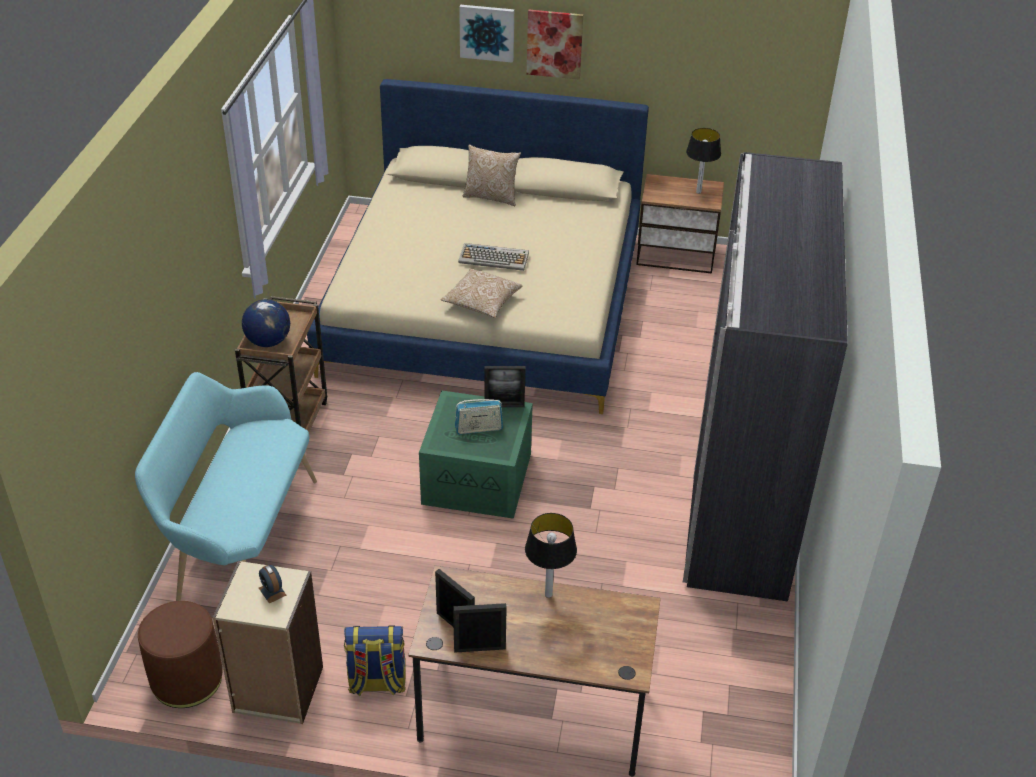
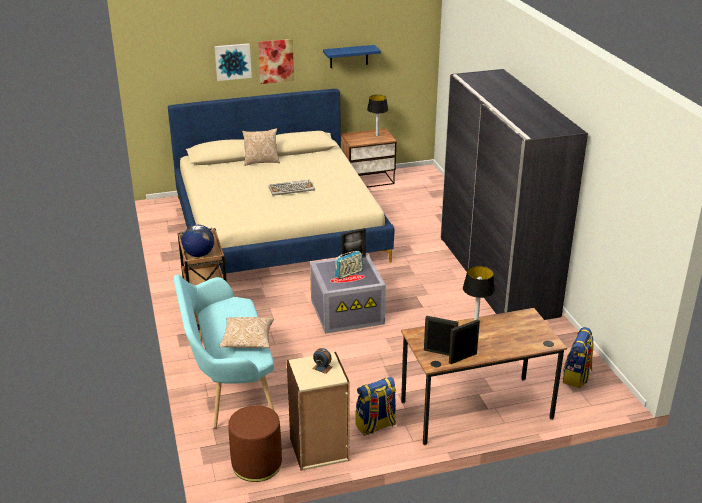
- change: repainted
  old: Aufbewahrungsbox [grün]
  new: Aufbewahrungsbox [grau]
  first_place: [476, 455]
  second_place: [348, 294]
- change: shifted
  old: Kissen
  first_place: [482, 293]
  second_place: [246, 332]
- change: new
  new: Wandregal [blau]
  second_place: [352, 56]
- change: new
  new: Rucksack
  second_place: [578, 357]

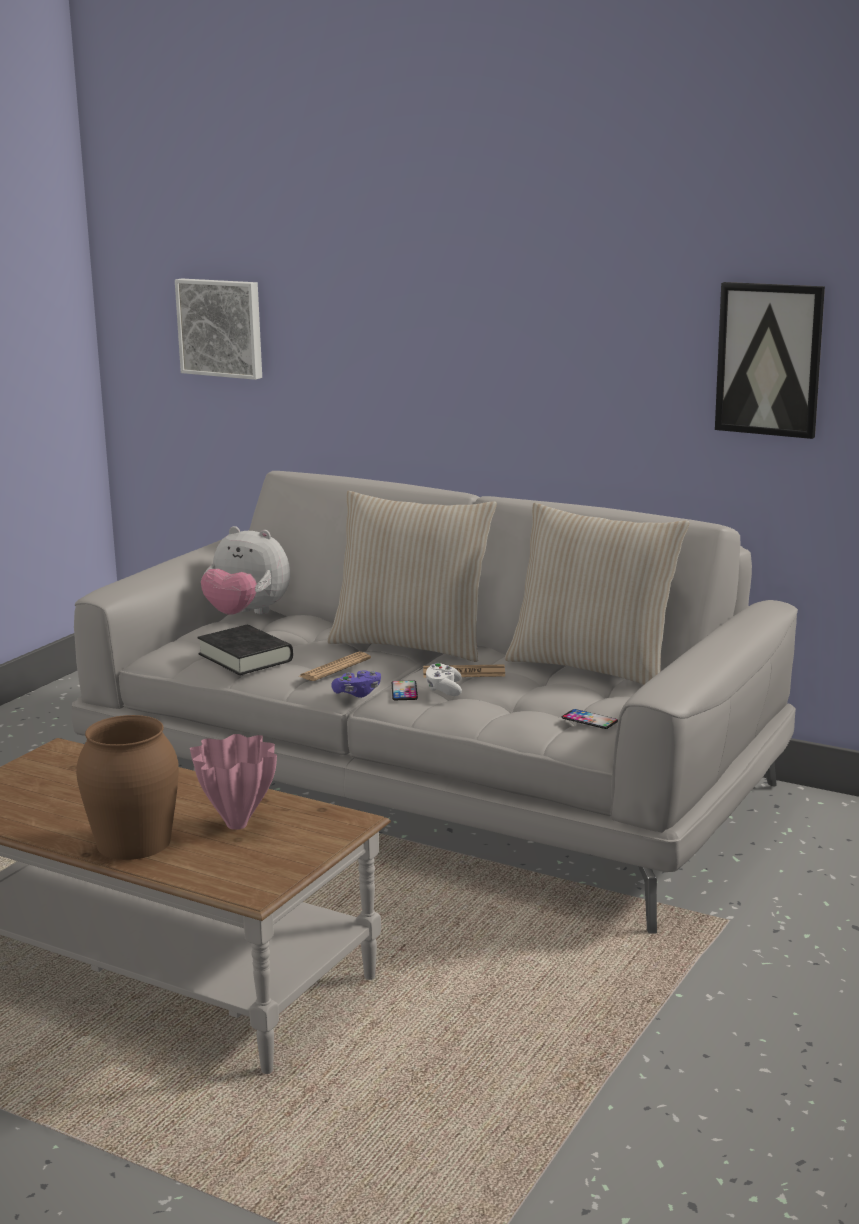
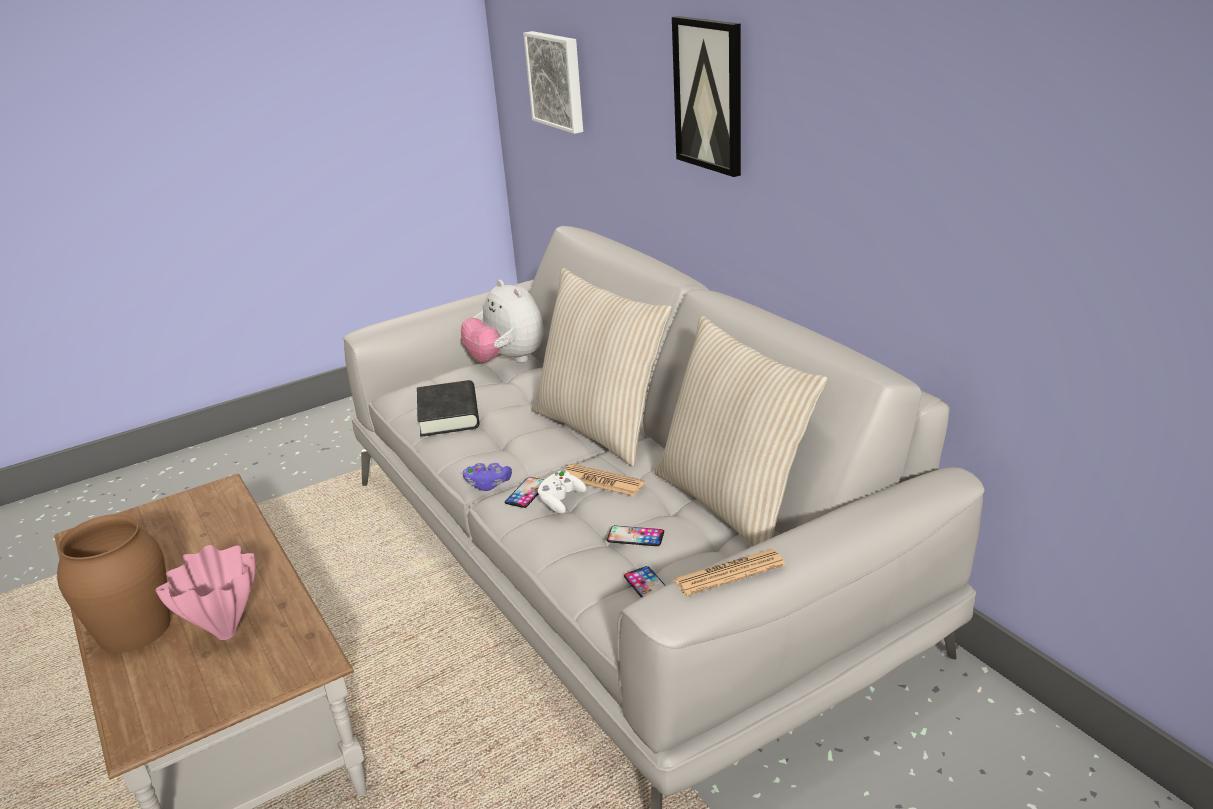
- change: shifted
  old: Zeitung
  first_place: [335, 666]
  second_place: [729, 572]
- change: shifted
  old: Bild
  first_place: [770, 360]
  second_place: [706, 96]
- change: new
  new: Handy
  second_place: [635, 536]

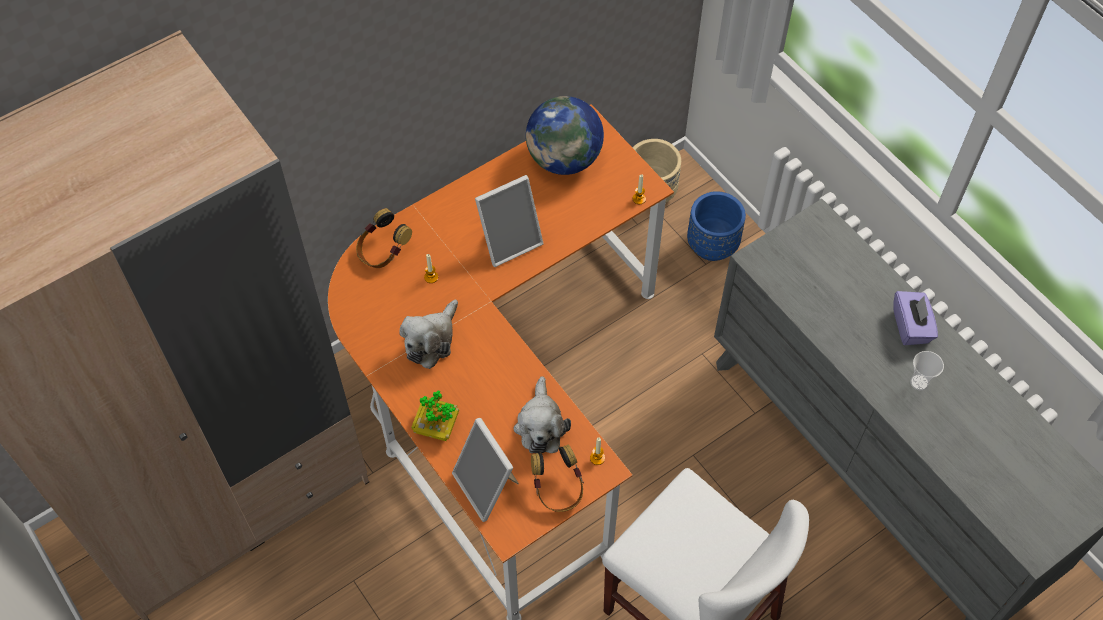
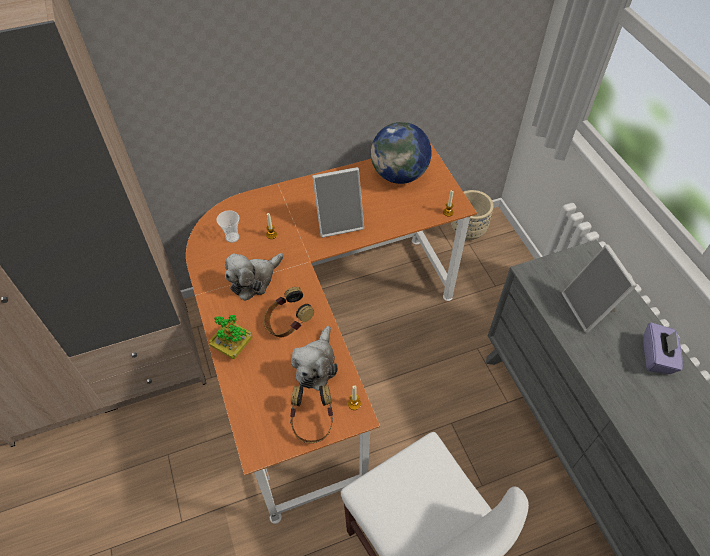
- change: shifted
  old: Kopfhörer
  first_place: [384, 238]
  second_place: [289, 312]
- change: shifted
  old: Bilderrahmen
  first_place: [485, 470]
  second_place: [599, 288]
- change: gone
  old: Pflanzkübel [blau]
  first_place: [716, 226]
- change: shifted
  old: Tasse
  first_place: [927, 371]
  second_place: [227, 226]

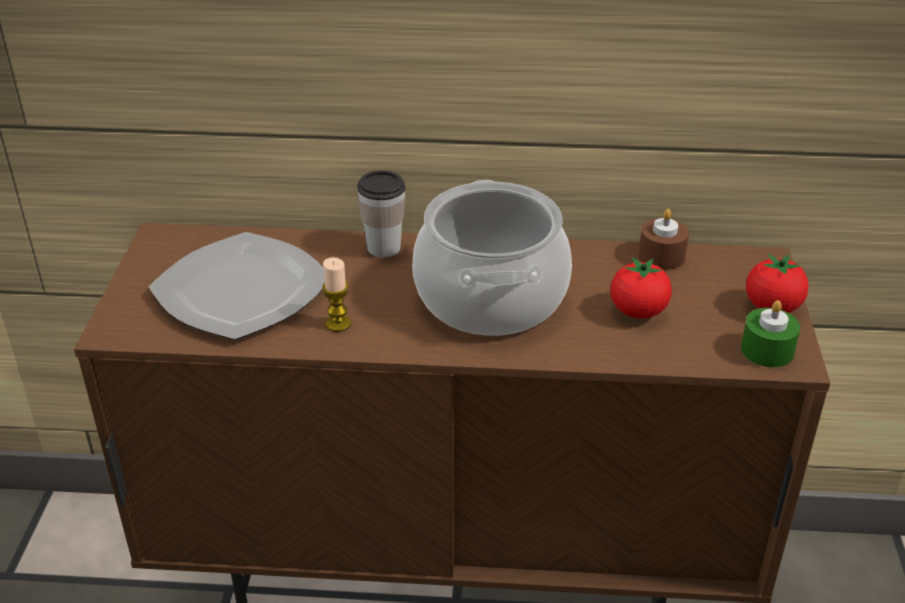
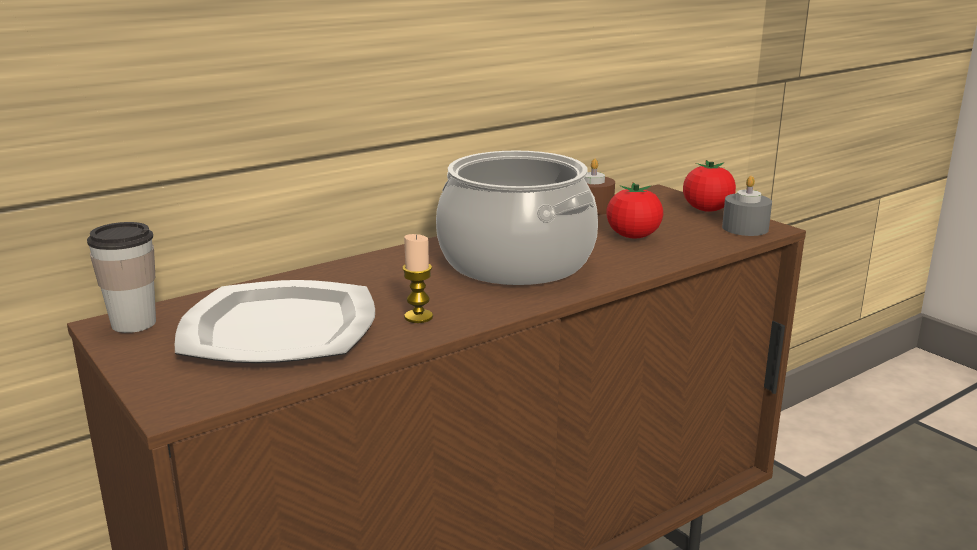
- change: shifted
  old: Tasse
  first_place: [381, 213]
  second_place: [121, 277]
- change: repainted
  old: Kerze [grün]
  new: Kerze [grau]
  first_place: [770, 334]
  second_place: [747, 206]

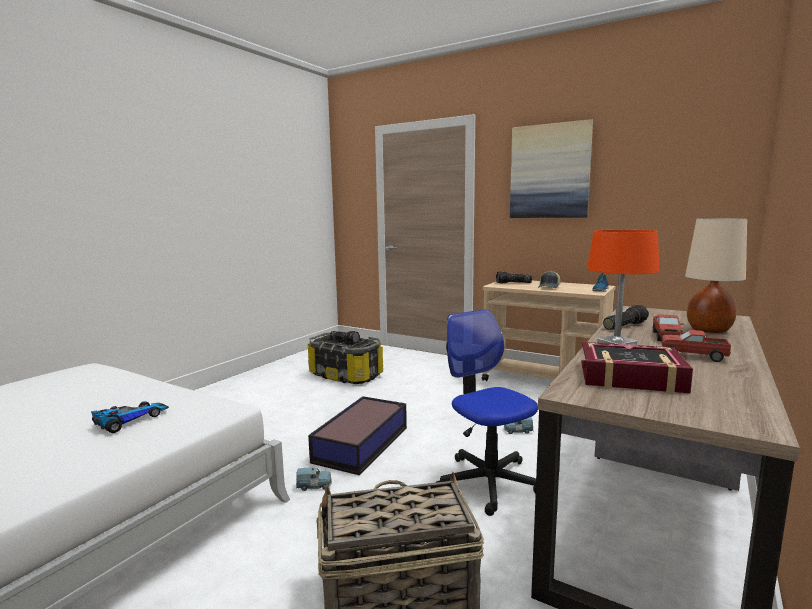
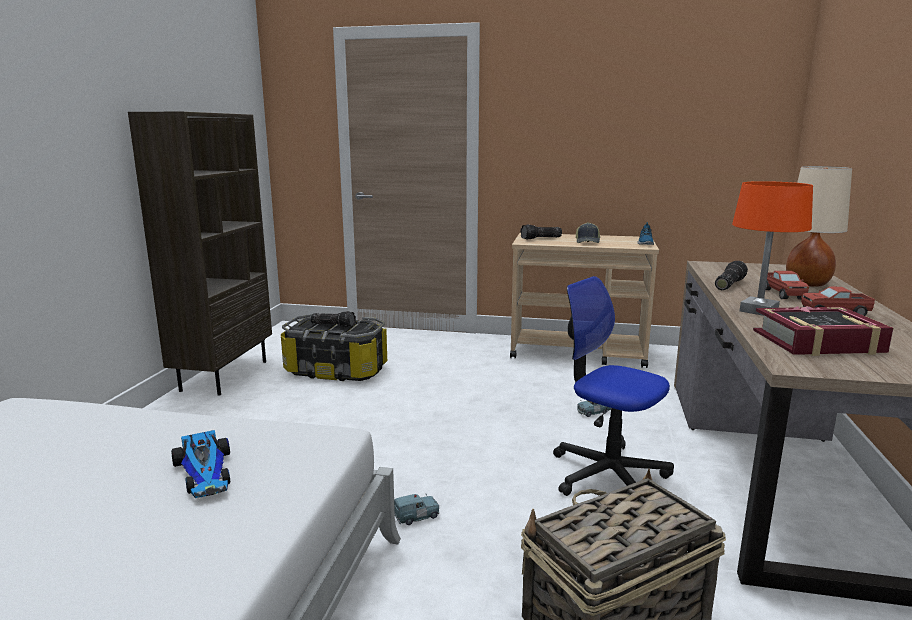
- change: rotated
  old: Spielzeugauto
  first_place: [130, 417]
  second_place: [201, 464]
  degrees: 135
- change: gone
  old: Aufbewahrungsbox
  first_place: [357, 435]
- change: gone
  old: Bild
  first_place: [551, 168]
- change: new
  new: Bücherregal [braun]
  second_place: [200, 254]

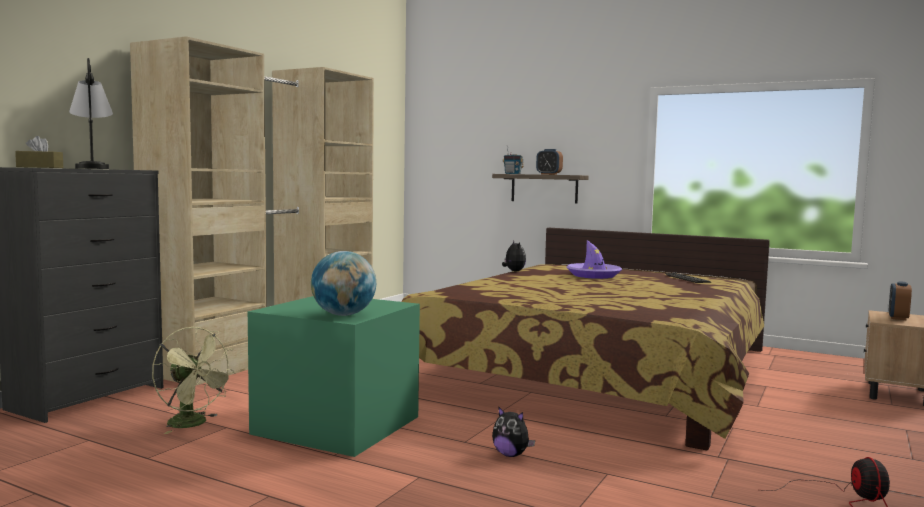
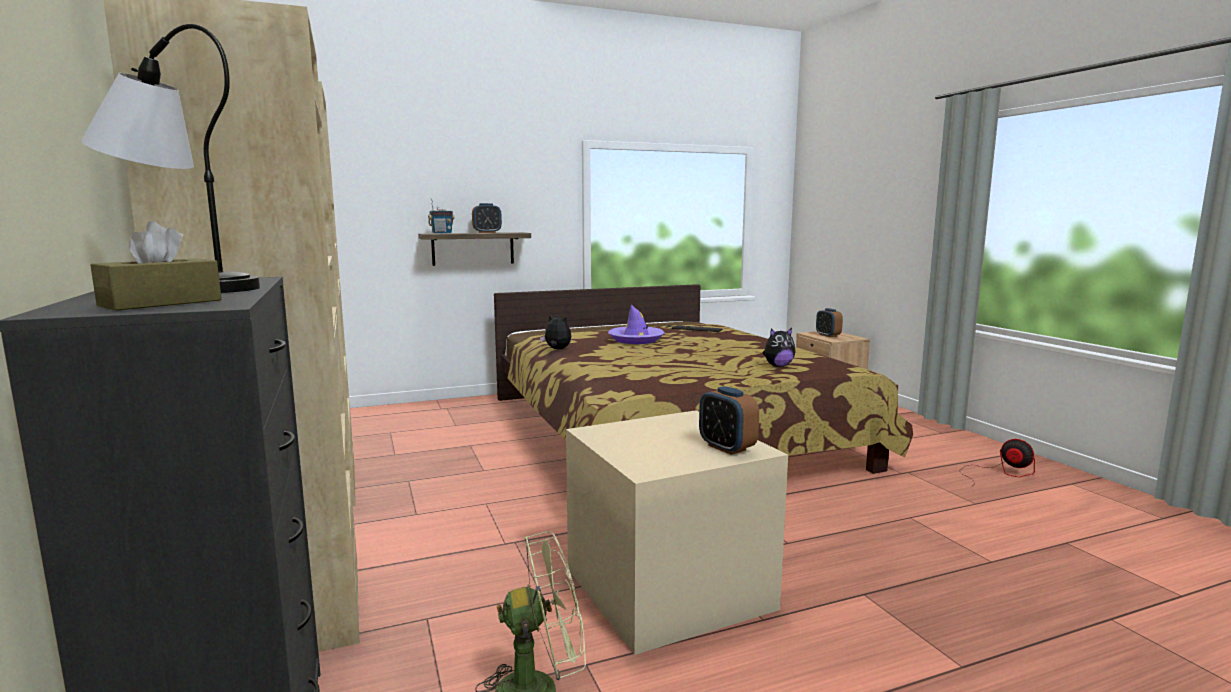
- change: repainted
  old: Aufbewahrungsbox [grün]
  new: Aufbewahrungsbox [beige]
  first_place: [334, 376]
  second_place: [677, 532]
- change: swapped
  old: Globus
  new: Wecker
  first_place: [343, 283]
  second_place: [729, 420]
- change: shifted
  old: Plüschtier
  first_place: [513, 431]
  second_place: [778, 347]

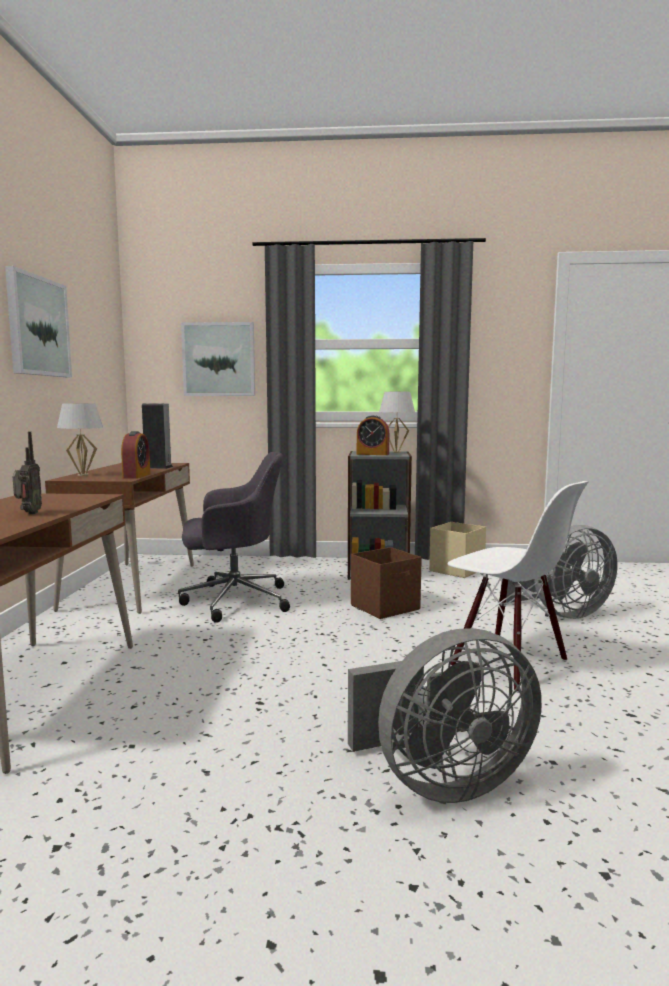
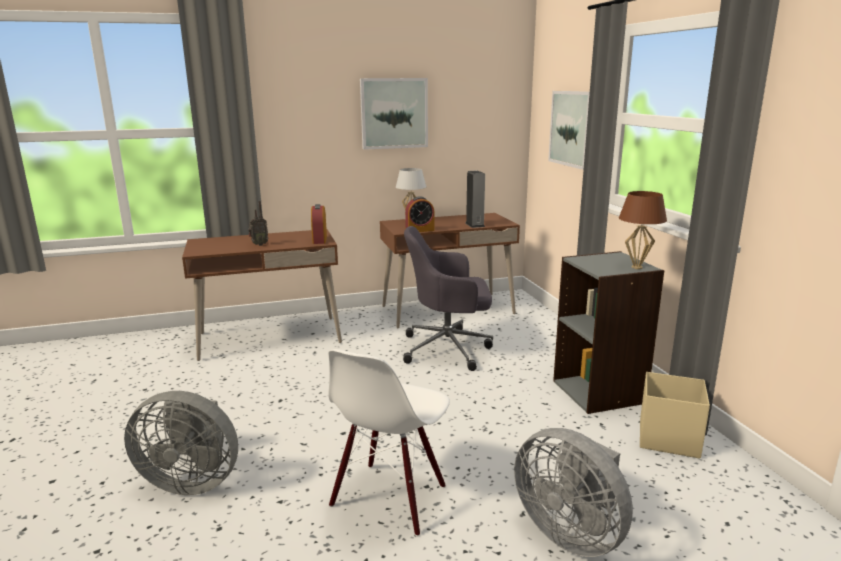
- change: rotated
  old: Bürostuhl [grau]
  first_place: [234, 537]
  second_place: [448, 298]
  degrees: 120
- change: rotated
  old: Ventilator [grau]
  first_place: [445, 715]
  second_place: [181, 443]
  degrees: -45
- change: gone
  old: Aufbewahrungsbox [braun]
  first_place: [386, 583]
- change: shifted
  old: Wecker
  first_place: [373, 435]
  second_place: [319, 224]
- change: repainted
  old: Tischlampe [weiß]
  new: Tischlampe [braun]
  first_place: [397, 422]
  second_place: [643, 230]

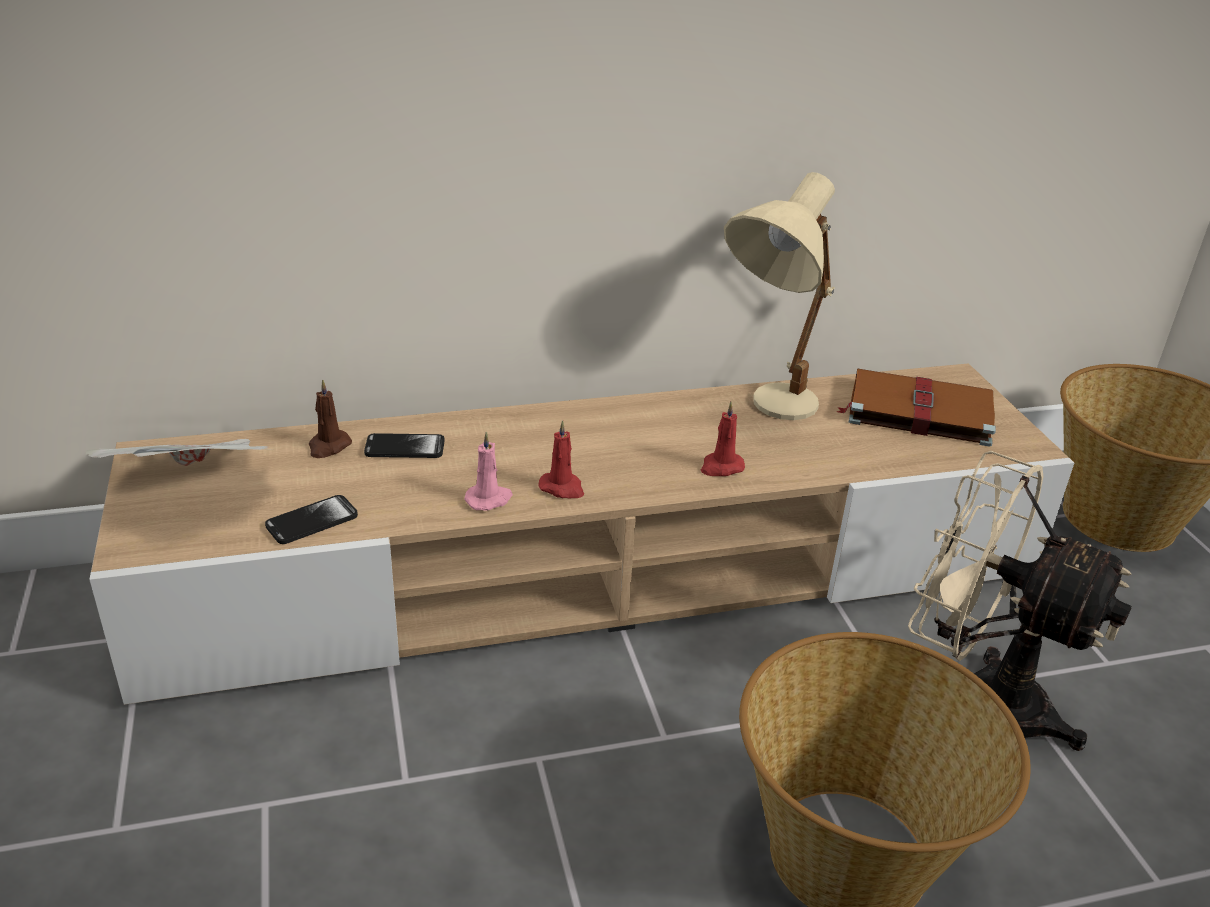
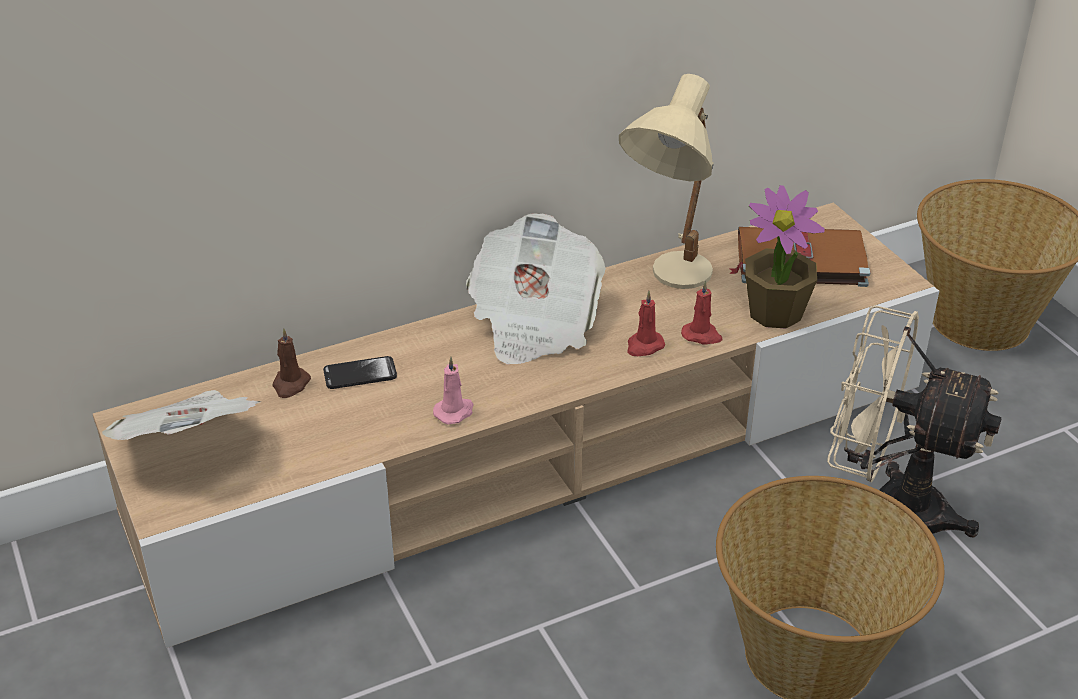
- change: gone
  old: Handy
  first_place: [311, 519]
- change: shifted
  old: Kerze [rot]
  first_place: [561, 459]
  second_place: [702, 312]
- change: new
  new: Zeitung
  second_place: [536, 288]
- change: new
  new: Topfpflanze
  second_place: [785, 257]

